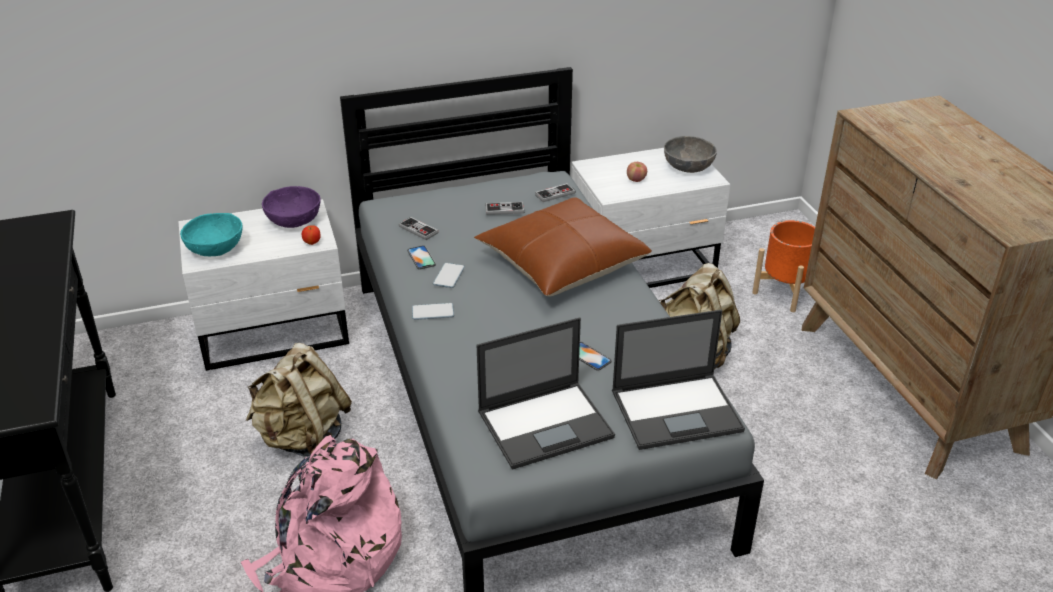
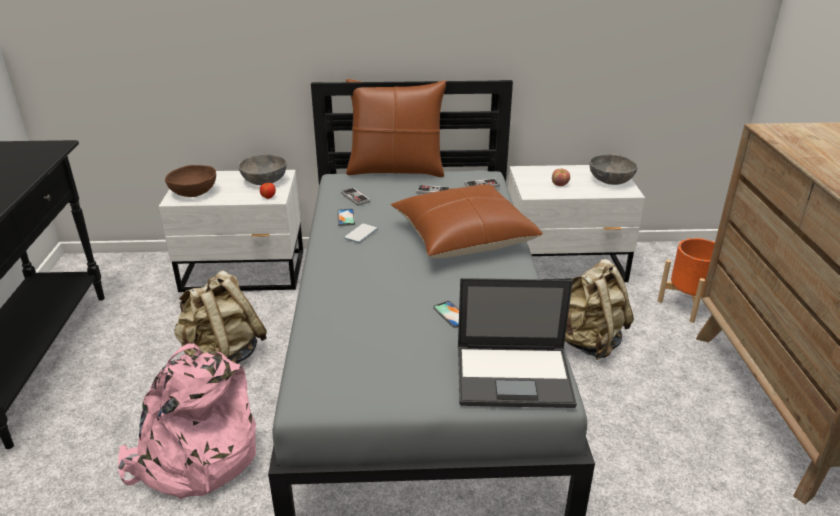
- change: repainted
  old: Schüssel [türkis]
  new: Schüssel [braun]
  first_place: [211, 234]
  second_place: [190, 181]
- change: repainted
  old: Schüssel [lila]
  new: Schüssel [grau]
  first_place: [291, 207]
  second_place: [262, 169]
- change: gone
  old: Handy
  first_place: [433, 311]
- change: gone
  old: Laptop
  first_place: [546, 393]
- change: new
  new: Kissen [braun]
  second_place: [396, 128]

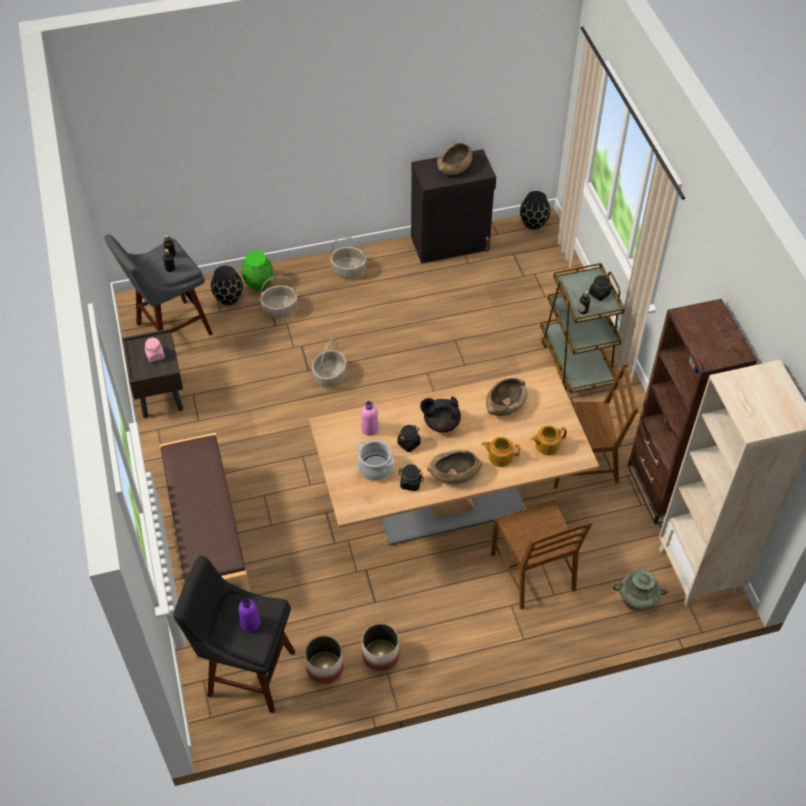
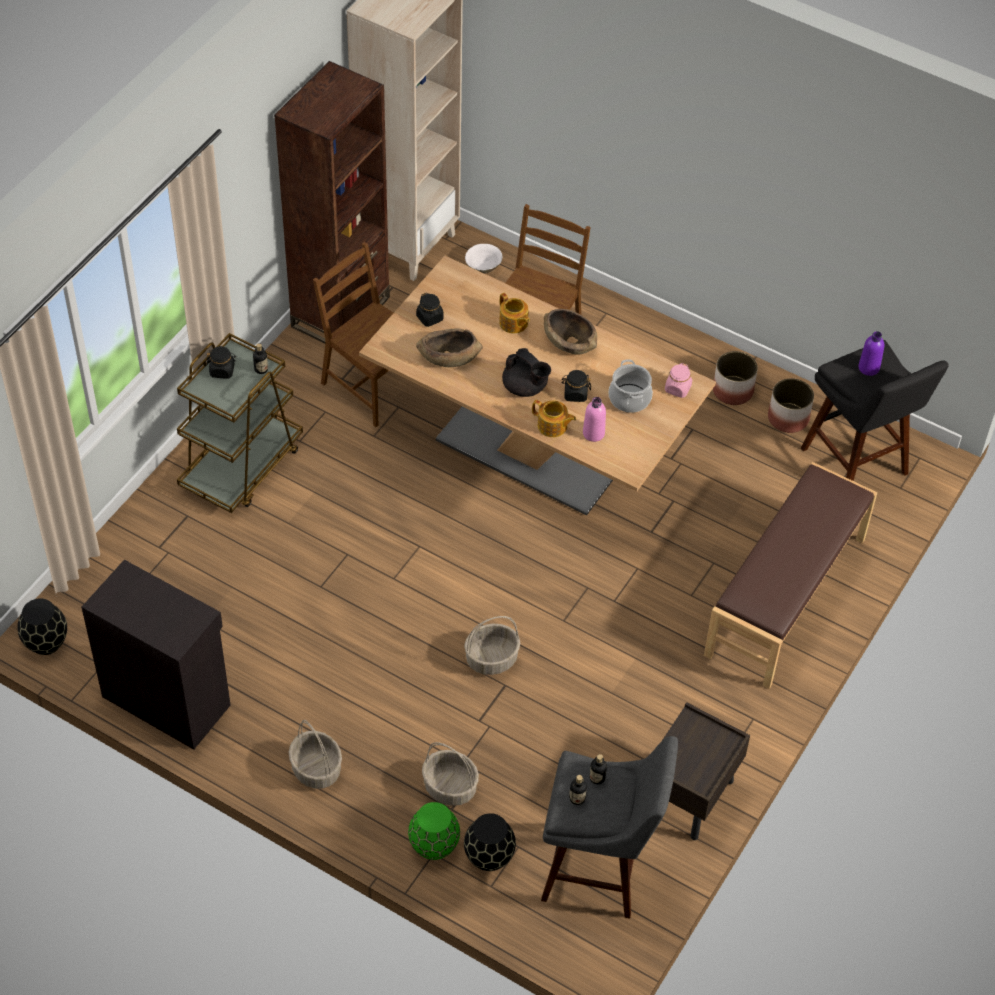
- change: shifted
  old: Vorratsglas [rosa]
  first_place: [154, 350]
  second_place: [678, 380]
- change: shifted
  old: Vorratsglas [schwarz]
  first_place: [410, 477]
  second_place: [430, 310]
- change: gone
  old: Schüssel [braun]
  first_place: [455, 159]
- change: shifted
  old: Teekanne
  first_place: [549, 440]
  second_place: [554, 418]
- change: swapped
  old: Vase [türkis]
  new: Schüssel [weiß]
  first_place: [640, 591]
  second_place: [483, 259]

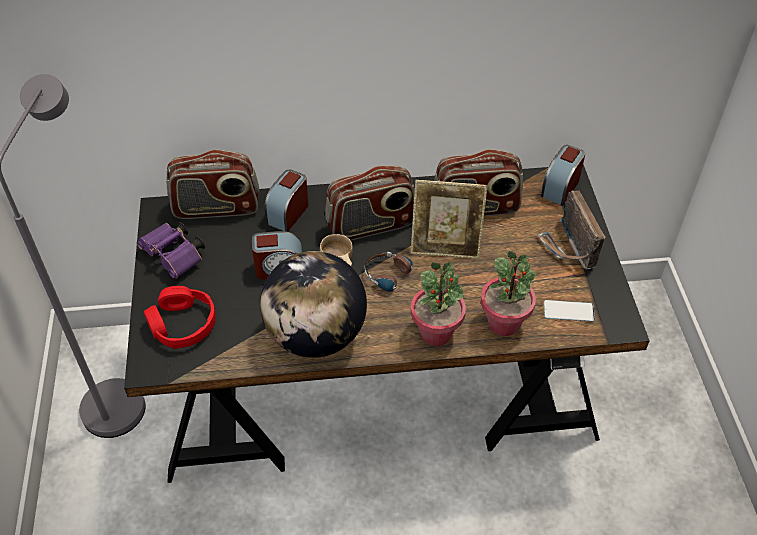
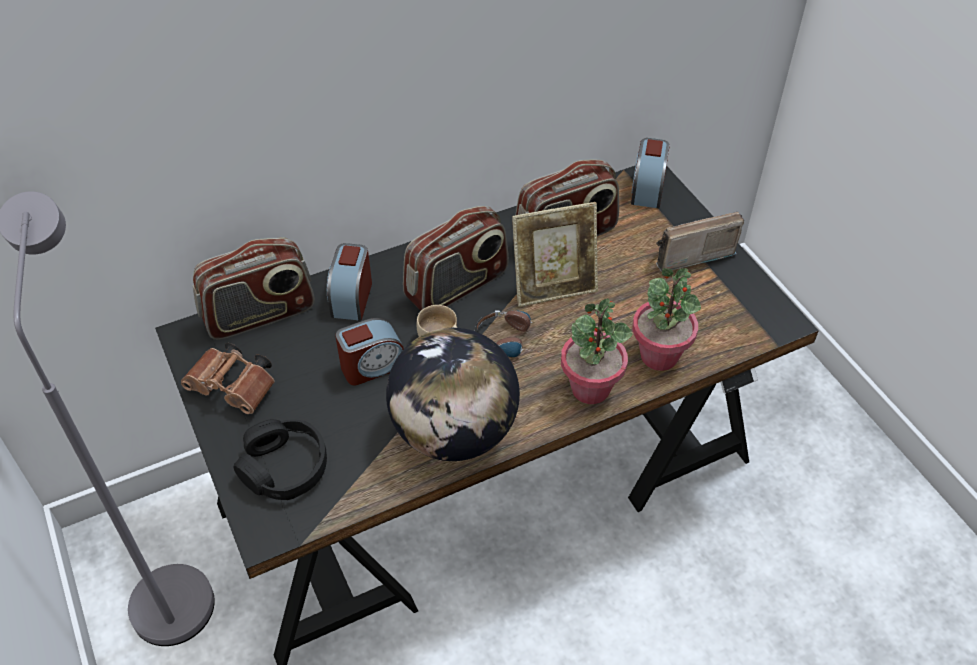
- change: repainted
  old: Fernglas [lila]
  new: Fernglas [braun]
  first_place: [171, 250]
  second_place: [228, 378]
- change: repainted
  old: Kopfhörer [rot]
  new: Kopfhörer [schwarz]
  first_place: [180, 317]
  second_place: [280, 459]
- change: rotated
  old: Radio
  first_place: [571, 229]
  second_place: [700, 242]
  degrees: 105
- change: gone
  old: Handy
  first_place: [569, 311]

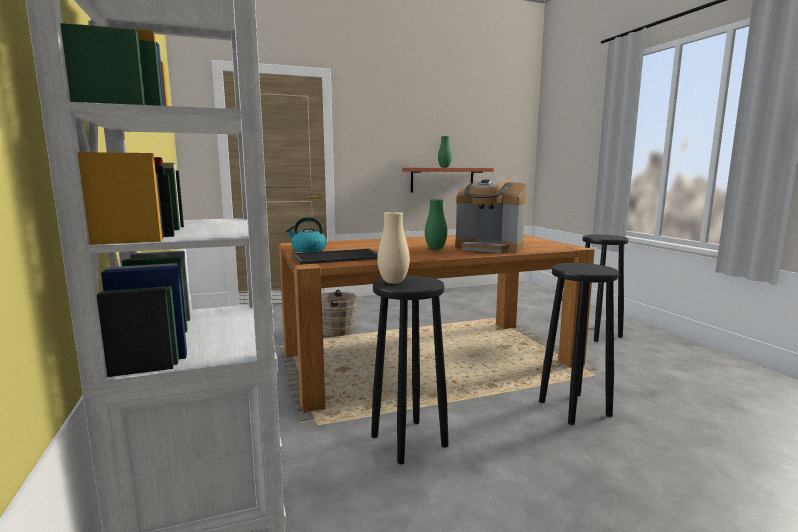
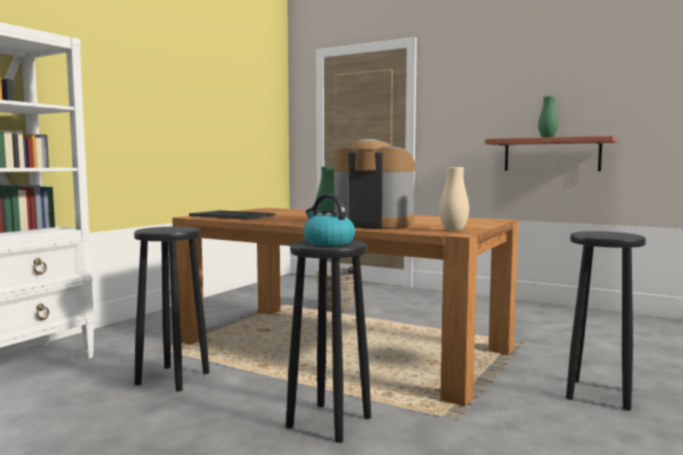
- change: shifted
  old: Wasserkessel
  first_place: [306, 234]
  second_place: [329, 219]
- change: shifted
  old: Vase [beige]
  first_place: [393, 248]
  second_place: [454, 199]
- change: rotated
  old: Kaffeemaschine
  first_place: [491, 214]
  second_place: [374, 184]
  degrees: 120

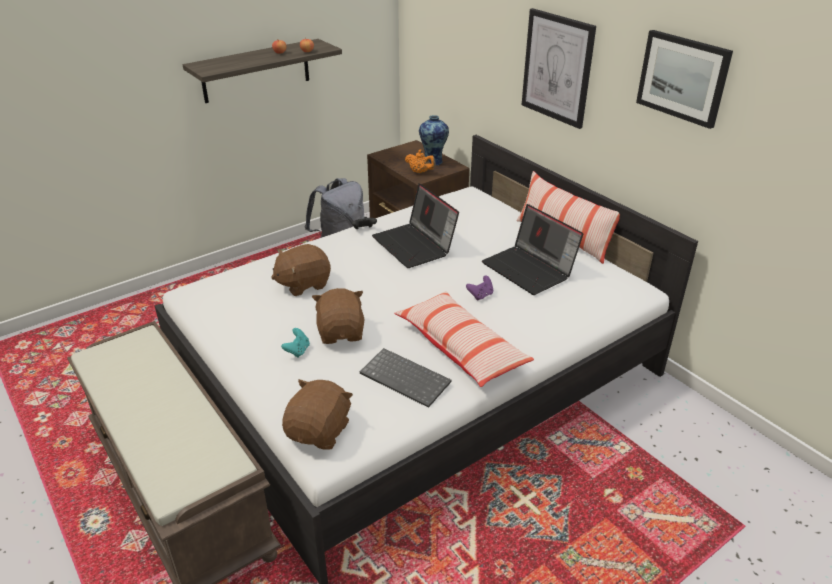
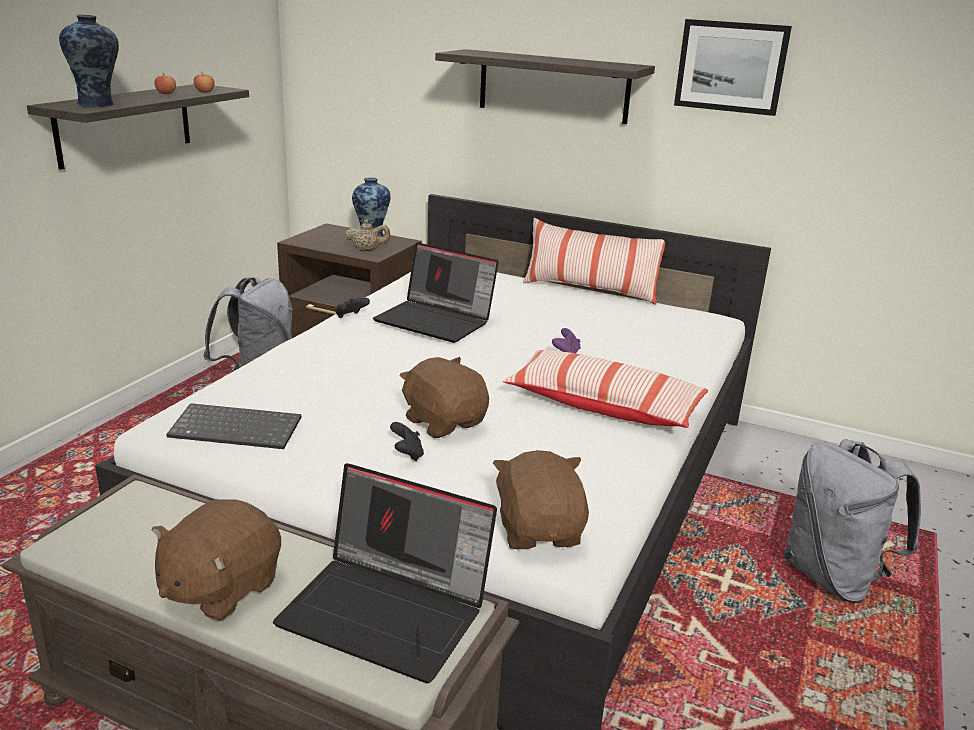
- change: shifted
  old: Plüschtier [braun]
  first_place: [301, 270]
  second_place: [216, 560]
- change: repainted
  old: Gamepad [türkis]
  new: Gamepad [schwarz]
  first_place: [295, 343]
  second_place: [407, 441]
- change: shifted
  old: Tastatur
  first_place: [406, 378]
  second_place: [233, 426]
- change: repainted
  old: Teekanne [orange]
  new: Teekanne [beige]
  first_place: [420, 162]
  second_place: [368, 235]
- change: shifted
  old: Laptop
  first_place: [532, 249]
  second_place: [385, 573]
- change: swapped
  old: Bild
  new: Wandregal
  first_place: [559, 68]
  second_place: [545, 86]
- change: new
  new: Vase
  second_place: [89, 61]
- change: new
  new: Rucksack [grau]
  second_place: [852, 521]

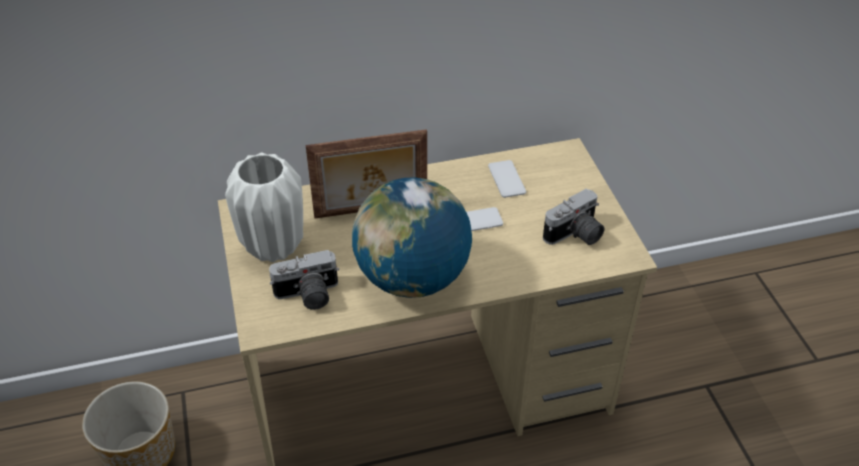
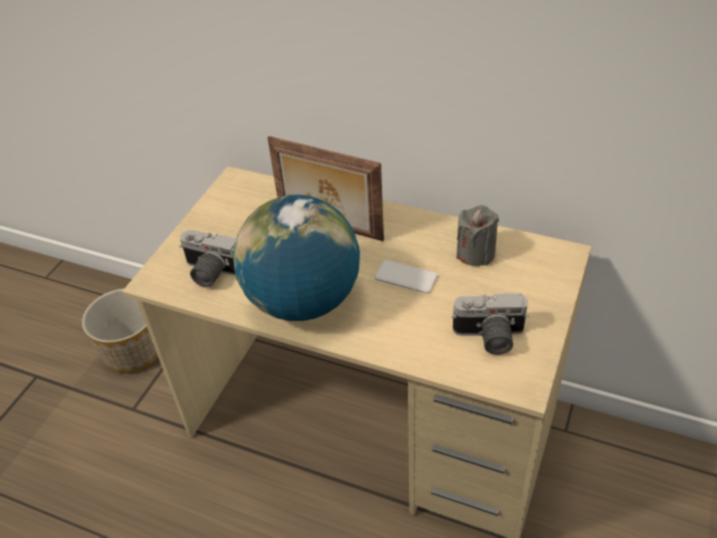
- change: gone
  old: Vase [weiß]
  first_place: [264, 207]
- change: swapped
  old: Handy
  new: Kerze [grau]
  first_place: [507, 179]
  second_place: [477, 235]

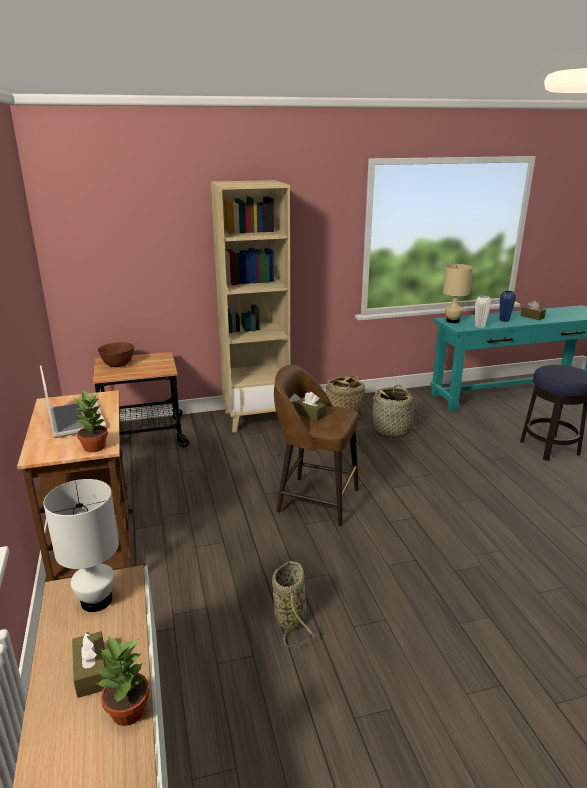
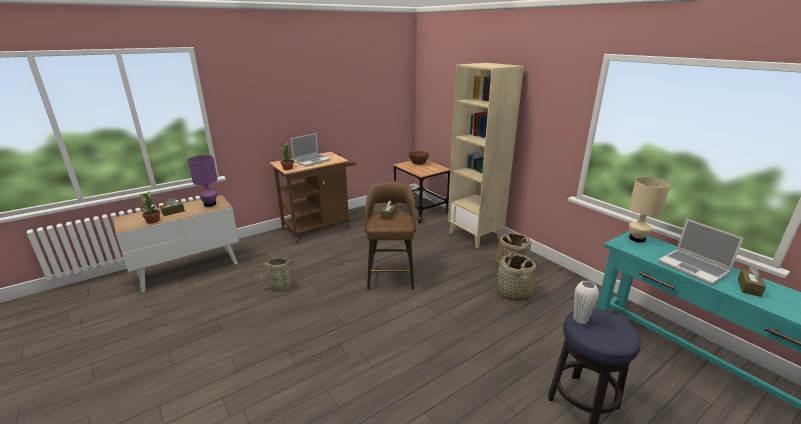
- change: repainted
  old: Tischlampe [weiß]
  new: Tischlampe [lila]
  first_place: [81, 545]
  second_place: [203, 181]
- change: shifted
  old: Vase [weiß]
  first_place: [483, 312]
  second_place: [586, 302]
- change: swapped
  old: Vase [blau]
  new: Laptop
  first_place: [508, 306]
  second_place: [701, 252]

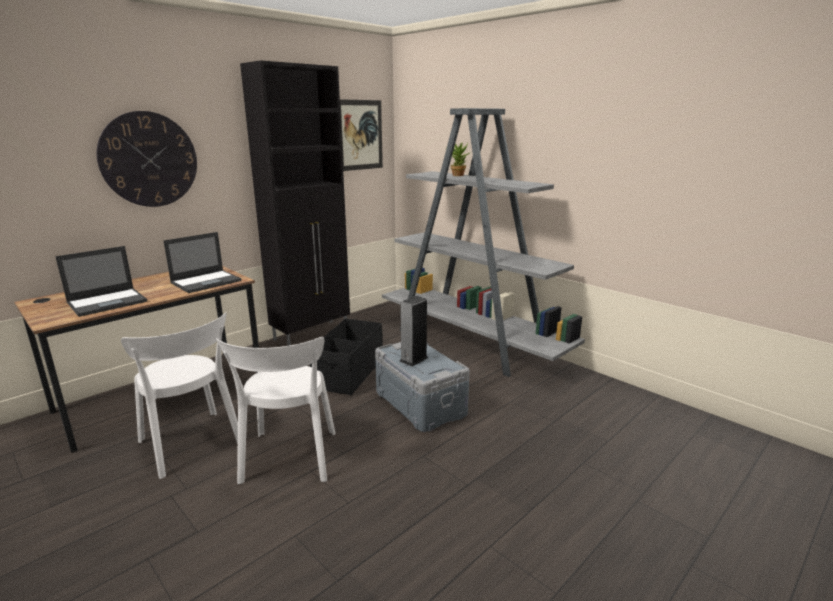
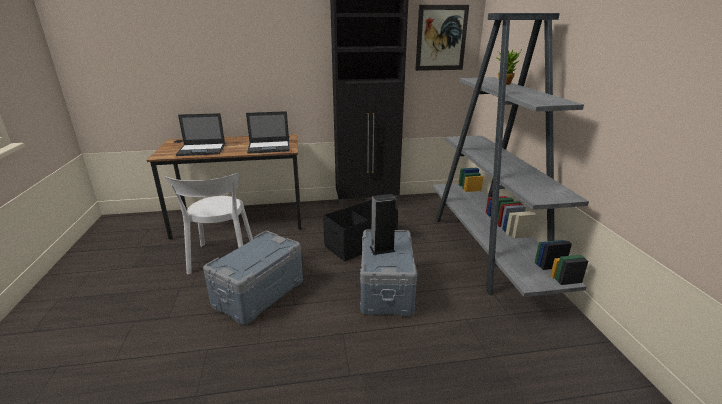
- change: gone
  old: Wanduhr
  first_place: [147, 159]
- change: swapped
  old: Stuhl [weiß]
  new: Aufbewahrungsbox [grau]
  first_place: [275, 410]
  second_place: [253, 278]

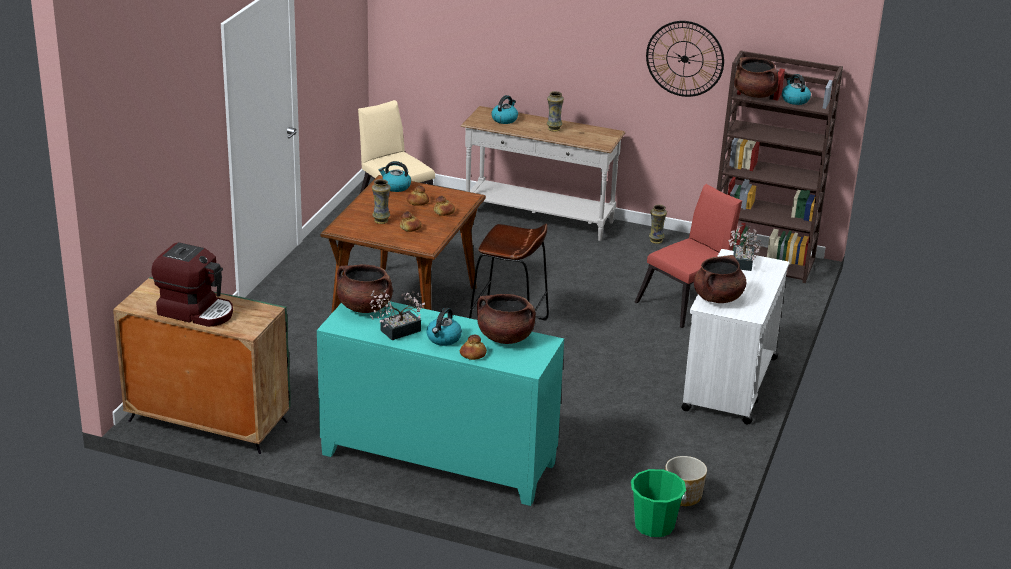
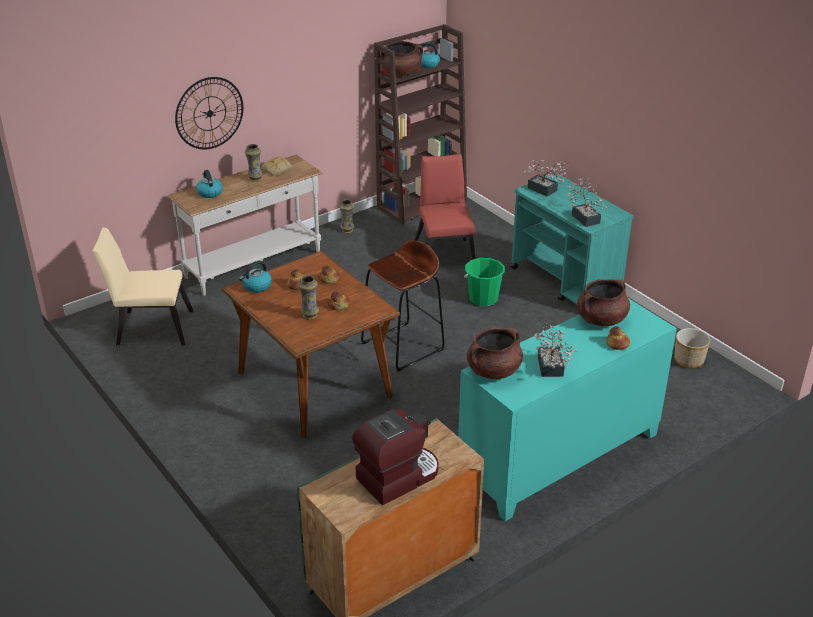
- change: gone
  old: Wasserkessel
  first_place: [444, 326]
- change: shifted
  old: Eimer [grün]
  first_place: [659, 503]
  second_place: [484, 282]
- change: shifted
  old: Wanduhr
  first_place: [685, 59]
  second_place: [209, 113]
- change: repainted
  old: Rollwagen [weiß]
  new: Rollwagen [türkis]
  first_place: [735, 337]
  second_place: [571, 239]
- change: swapped
  old: Kochtopf [braun]
  new: Topfpflanze
  first_place: [720, 279]
  second_place: [587, 202]
- change: new
  new: Brot
  second_place: [277, 166]

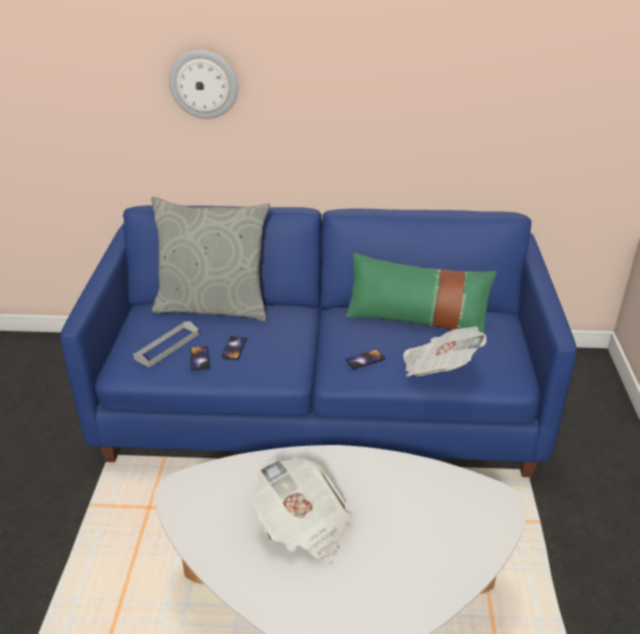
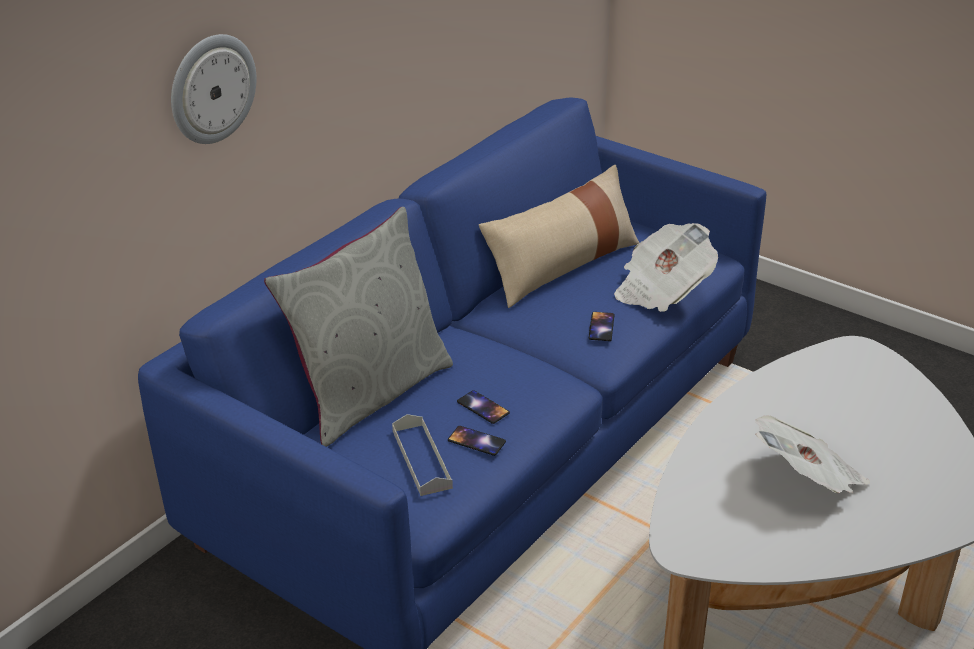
- change: repainted
  old: Kissen [grün]
  new: Kissen [beige]
  first_place: [421, 293]
  second_place: [559, 236]

